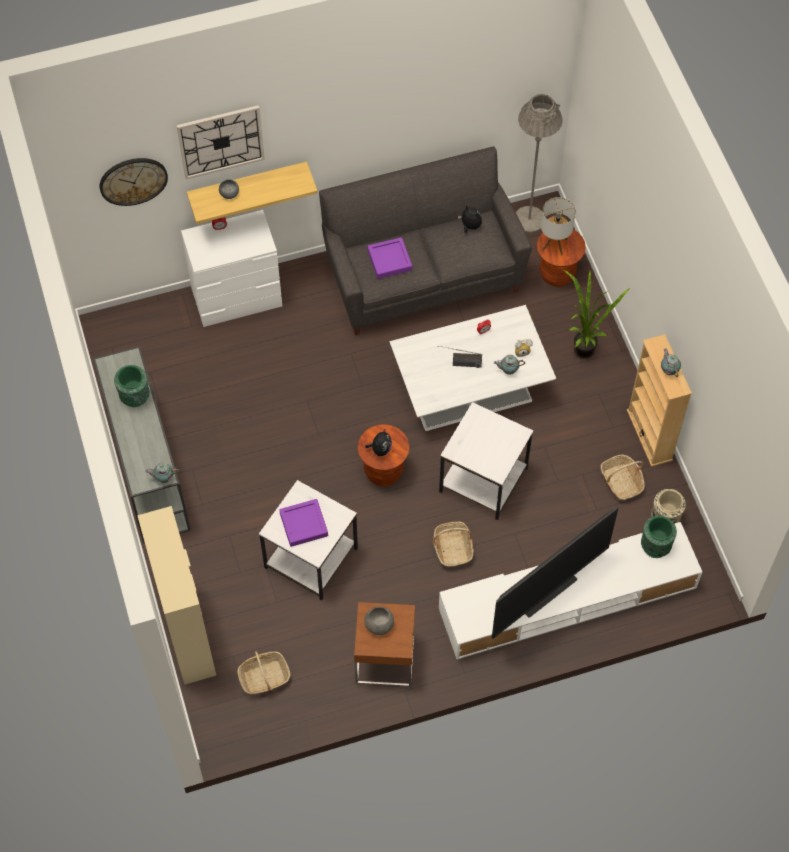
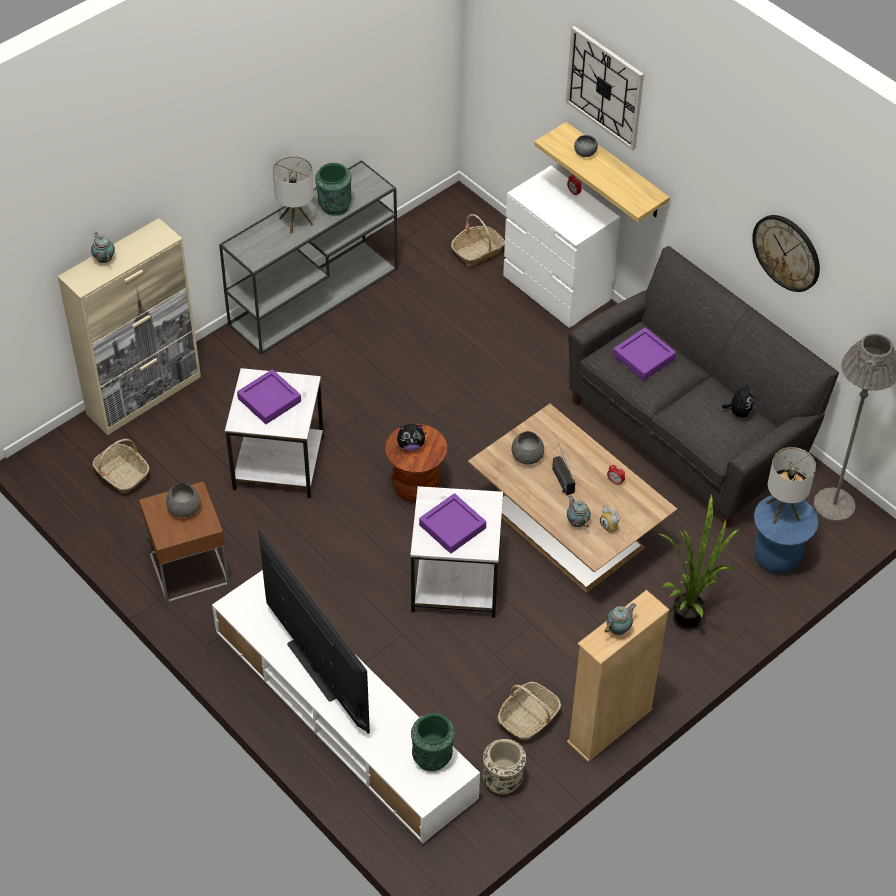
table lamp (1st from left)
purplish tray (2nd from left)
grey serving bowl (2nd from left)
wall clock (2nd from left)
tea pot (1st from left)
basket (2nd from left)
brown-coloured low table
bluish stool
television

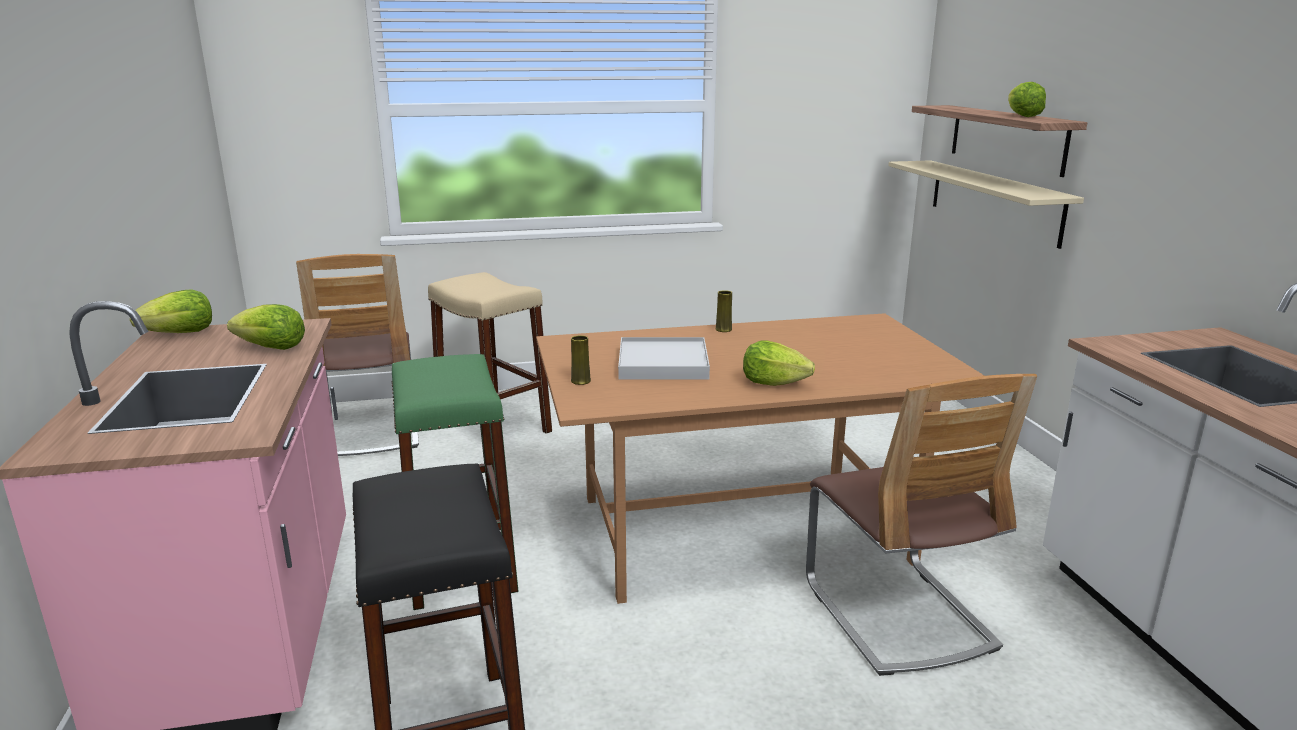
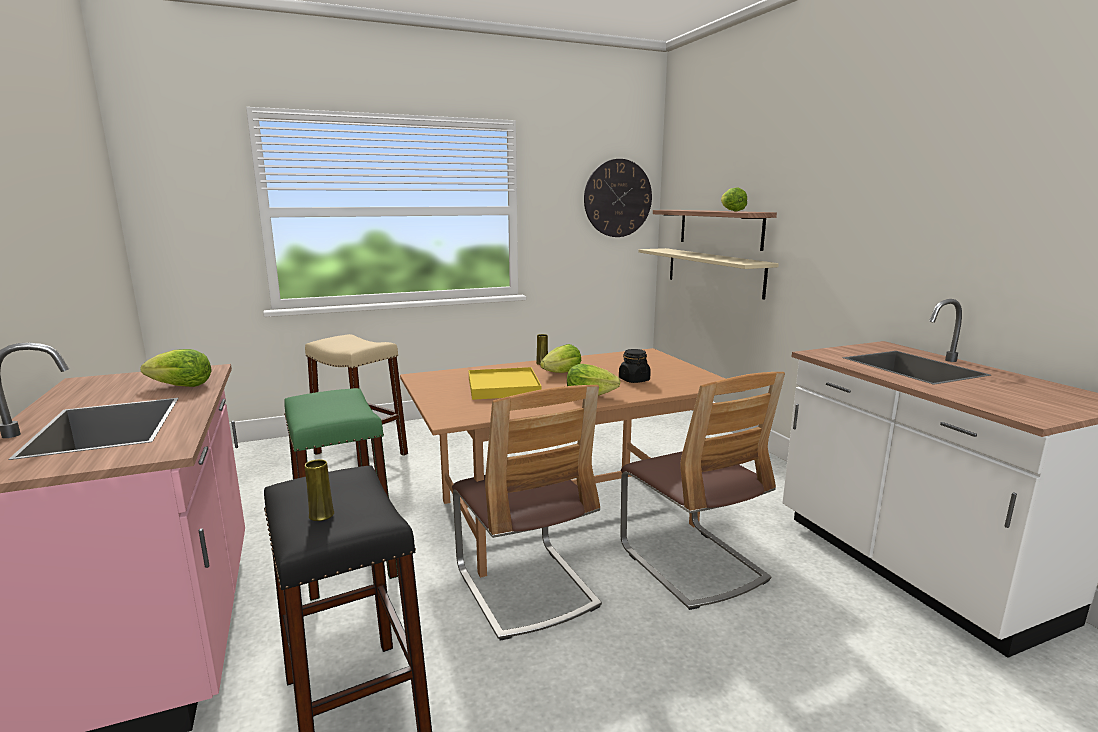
wall clock
blackish storage jar
lettuce (2nd from left)
plain chair (1st from left)
yellow decorative vase (1st from left)
yellow tray

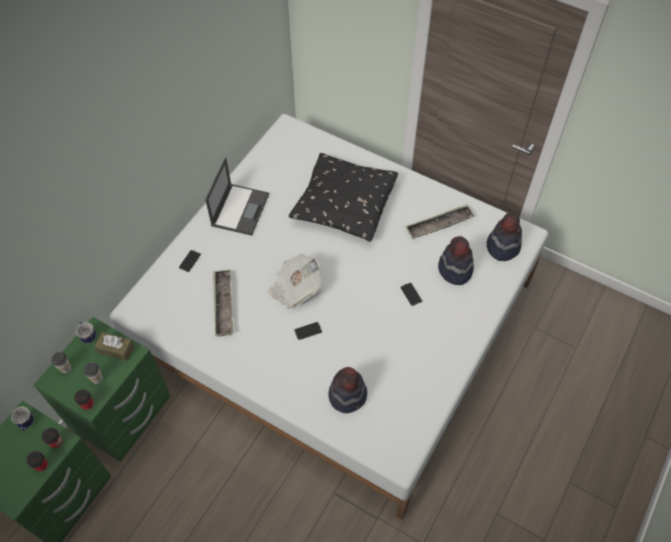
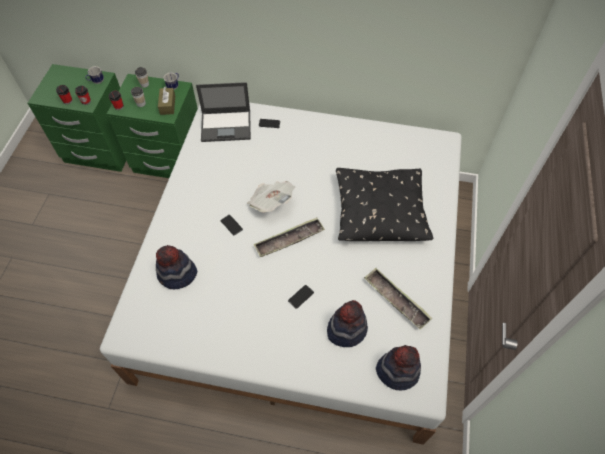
laptop
tray (1st from left)

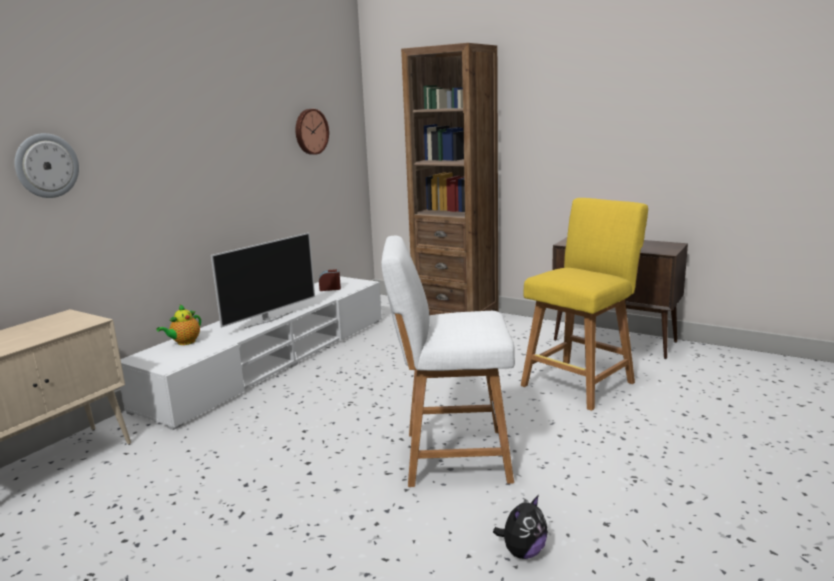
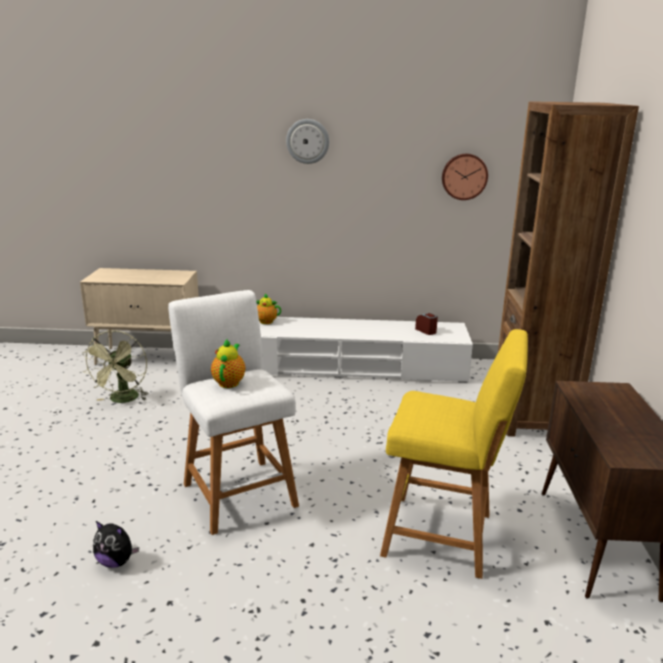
television
green fan
tea pot (1st from left)
wall clock (1st from left)

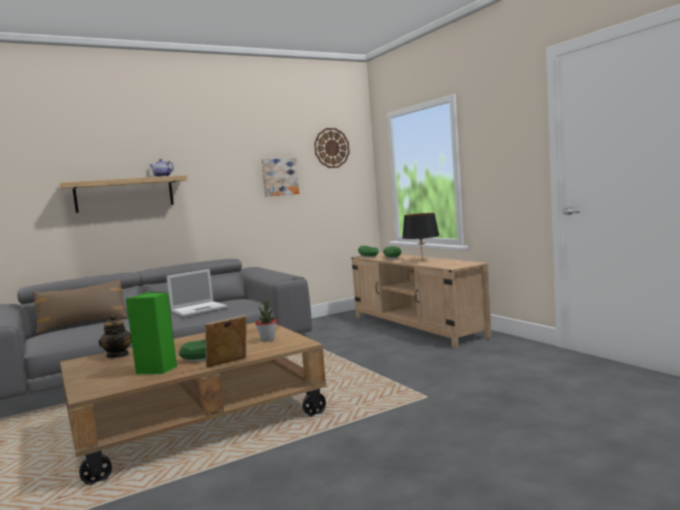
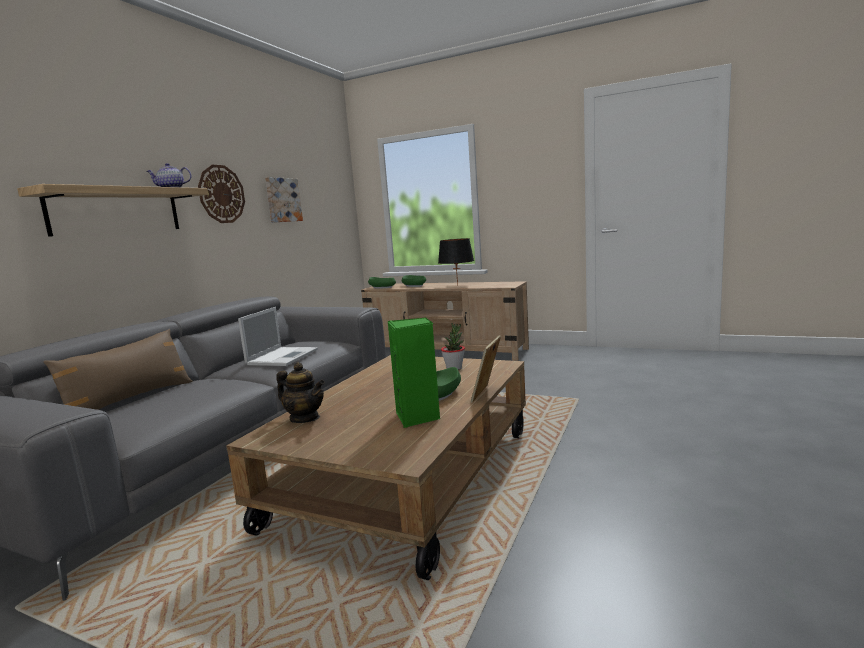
wall clock

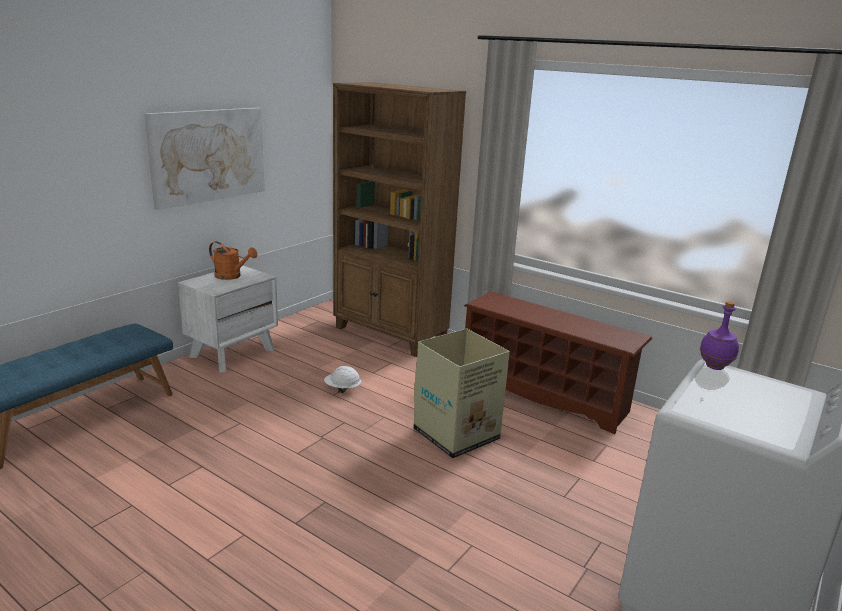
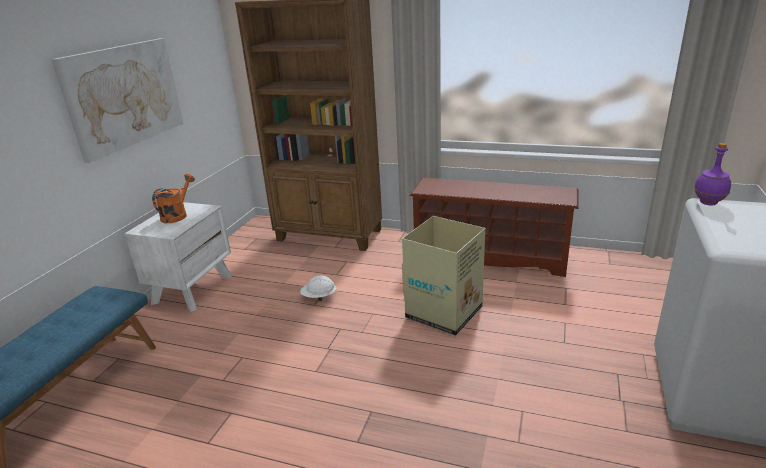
orange watering can

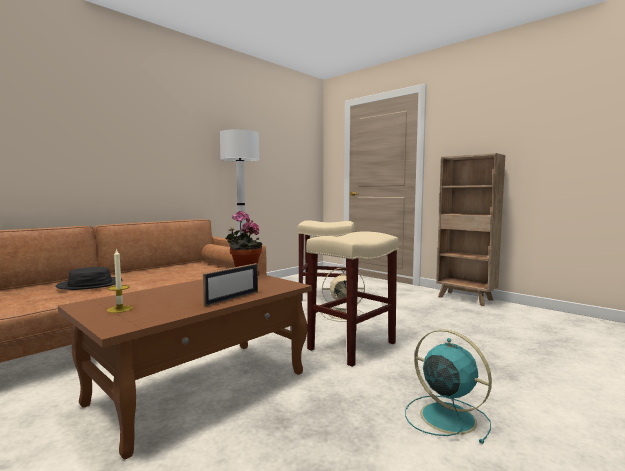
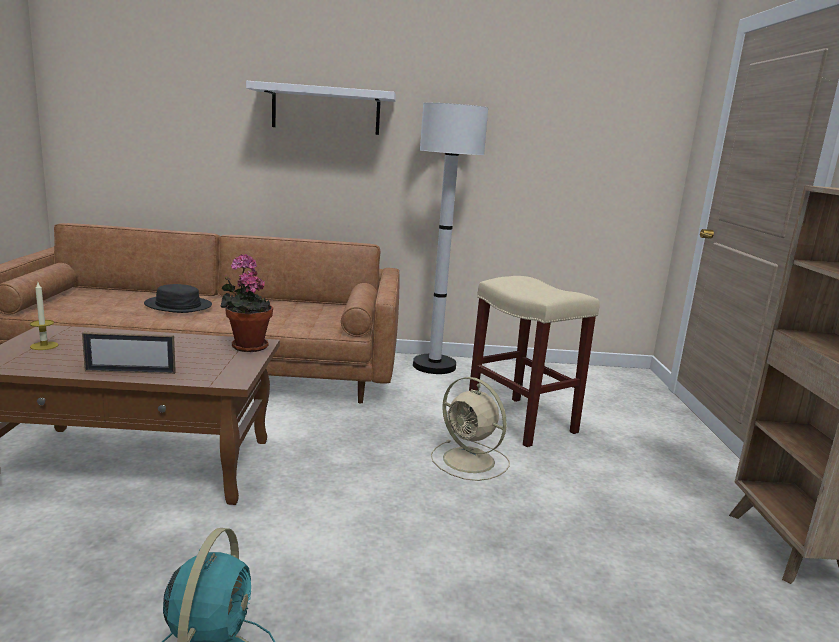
sand-coloured stool (2nd from left in the first image)
white shelf

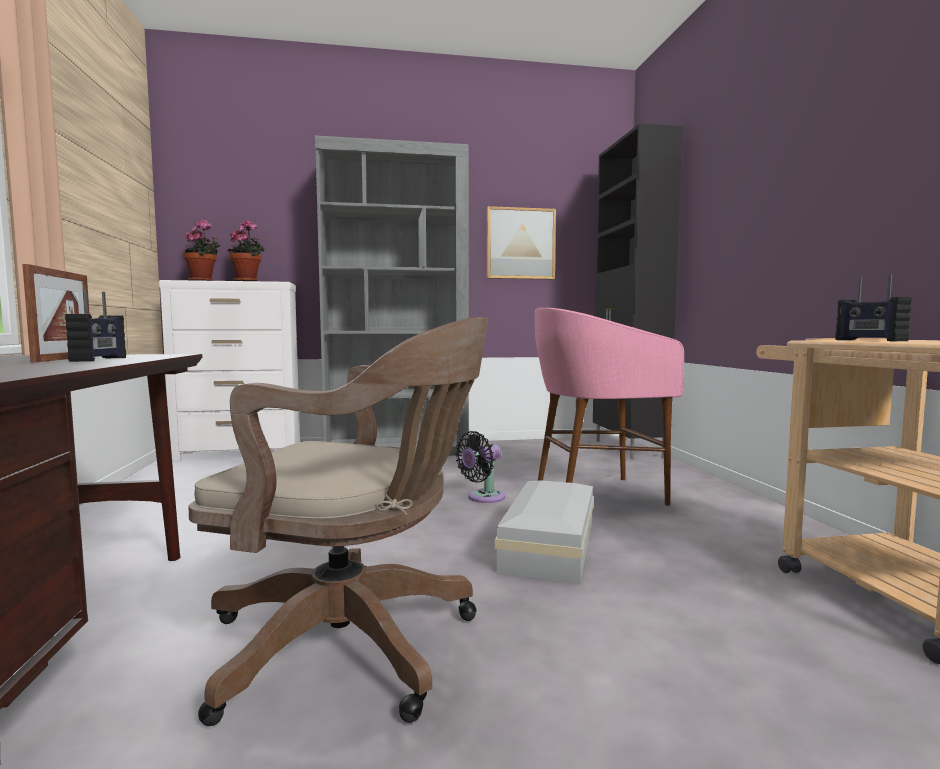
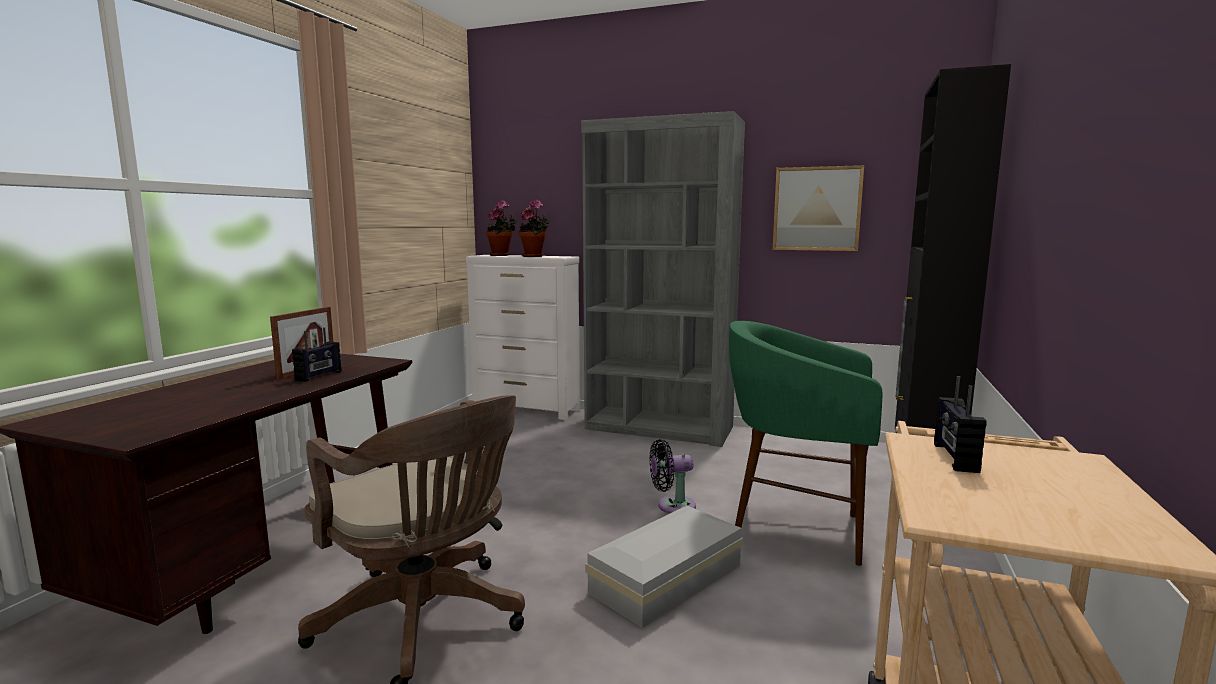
green stool

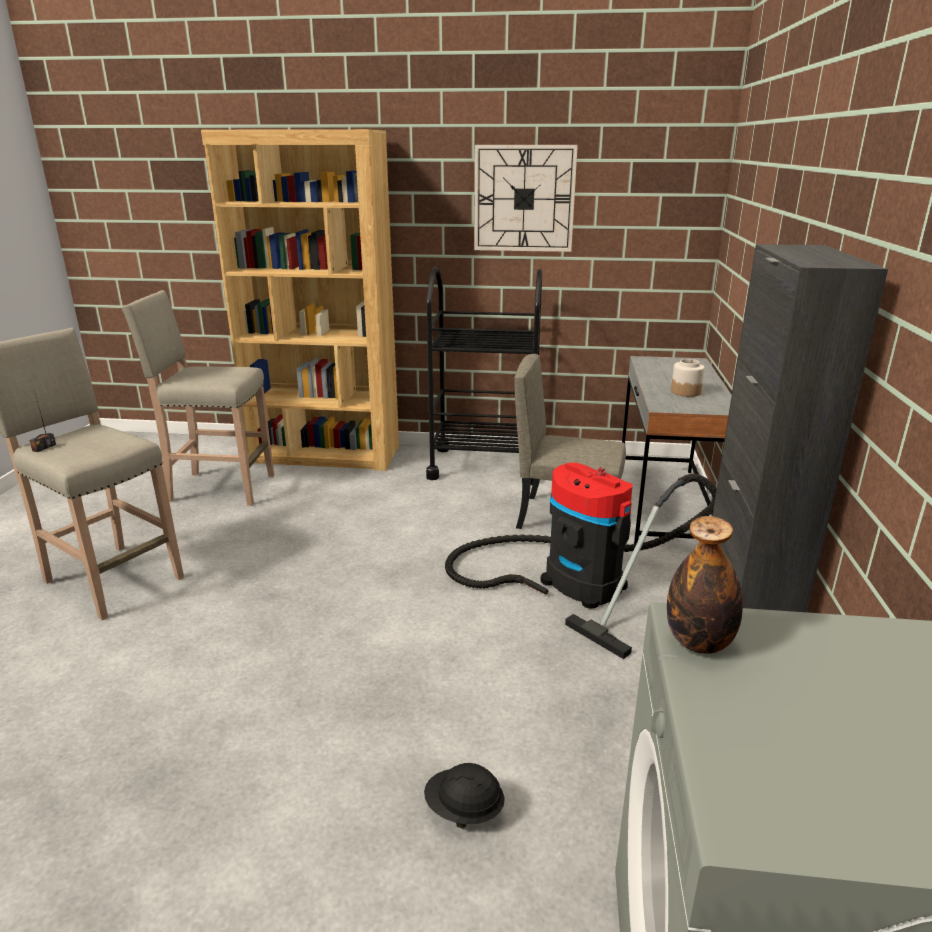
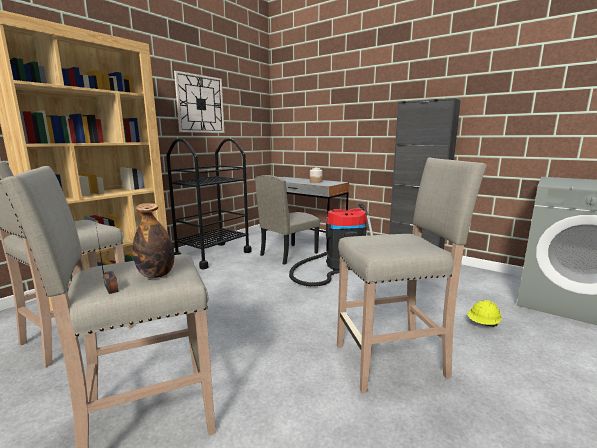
sand-coloured stool (3rd from left)
beverage bottle
yellow work helmet

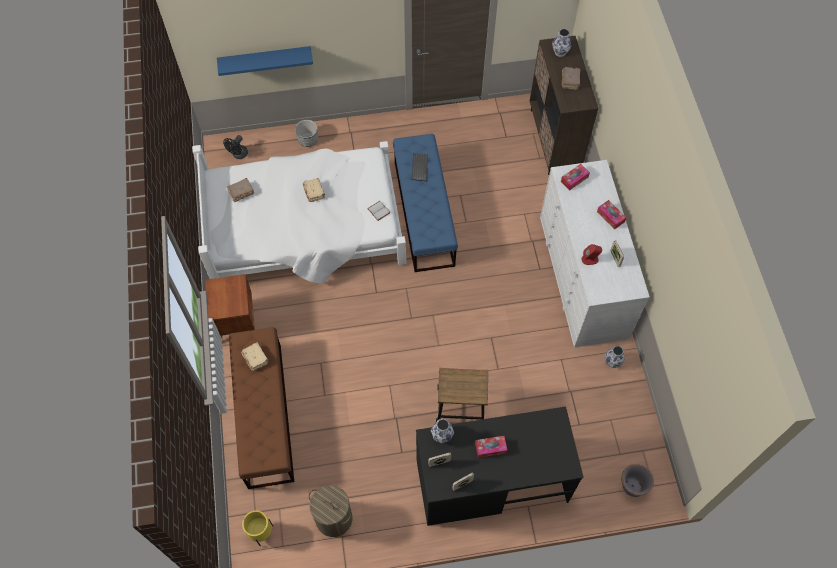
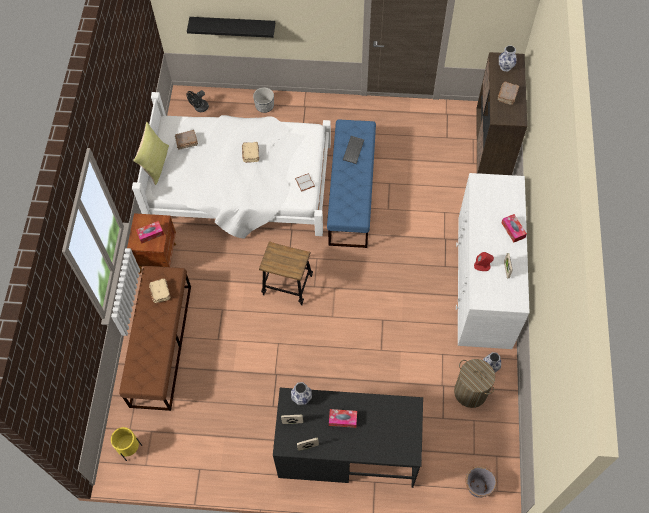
yellow throw pillow
hamper
stool
tissue holder (1st from left)
blackish shelf

